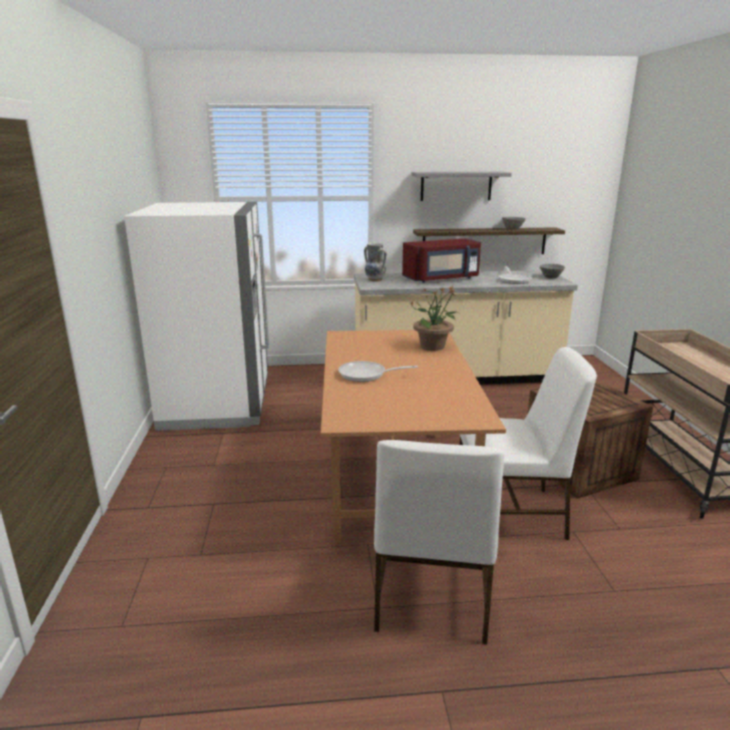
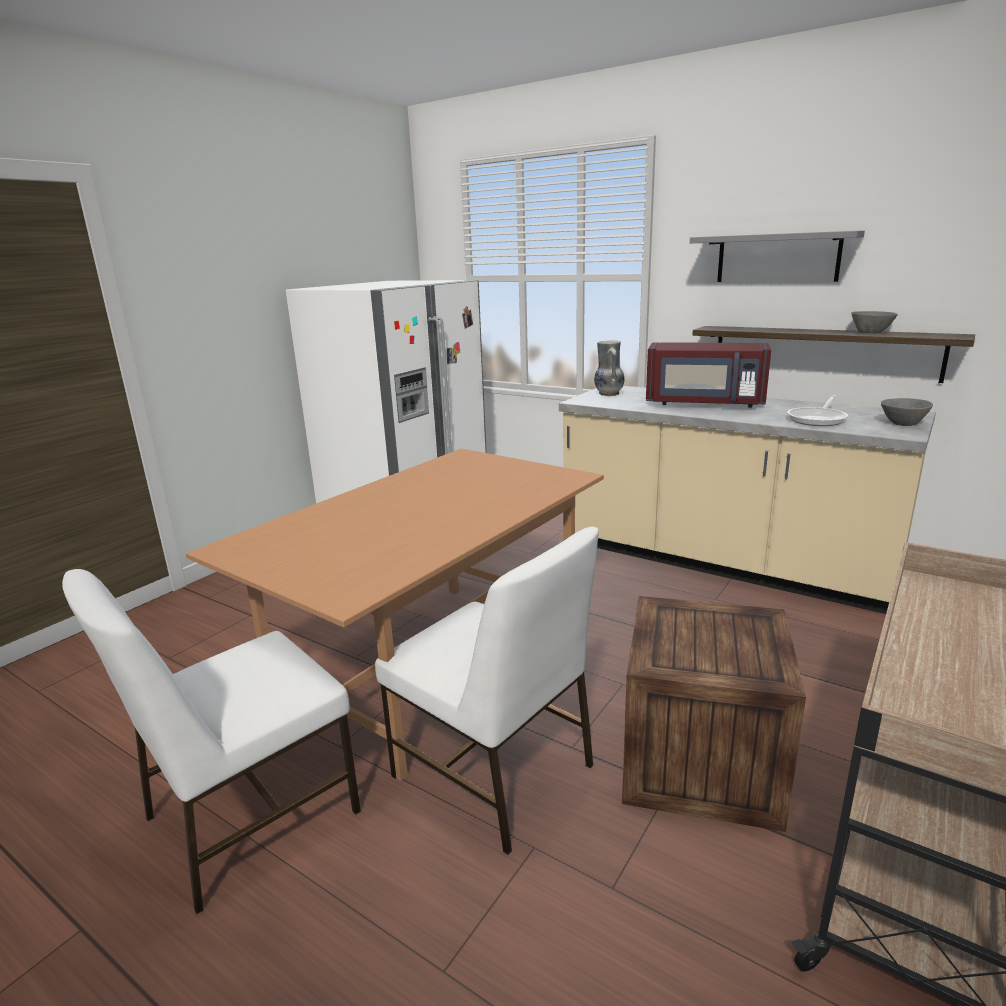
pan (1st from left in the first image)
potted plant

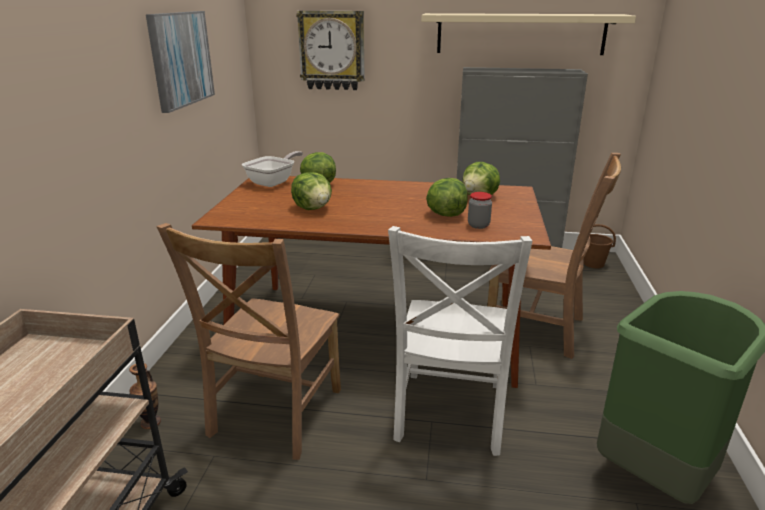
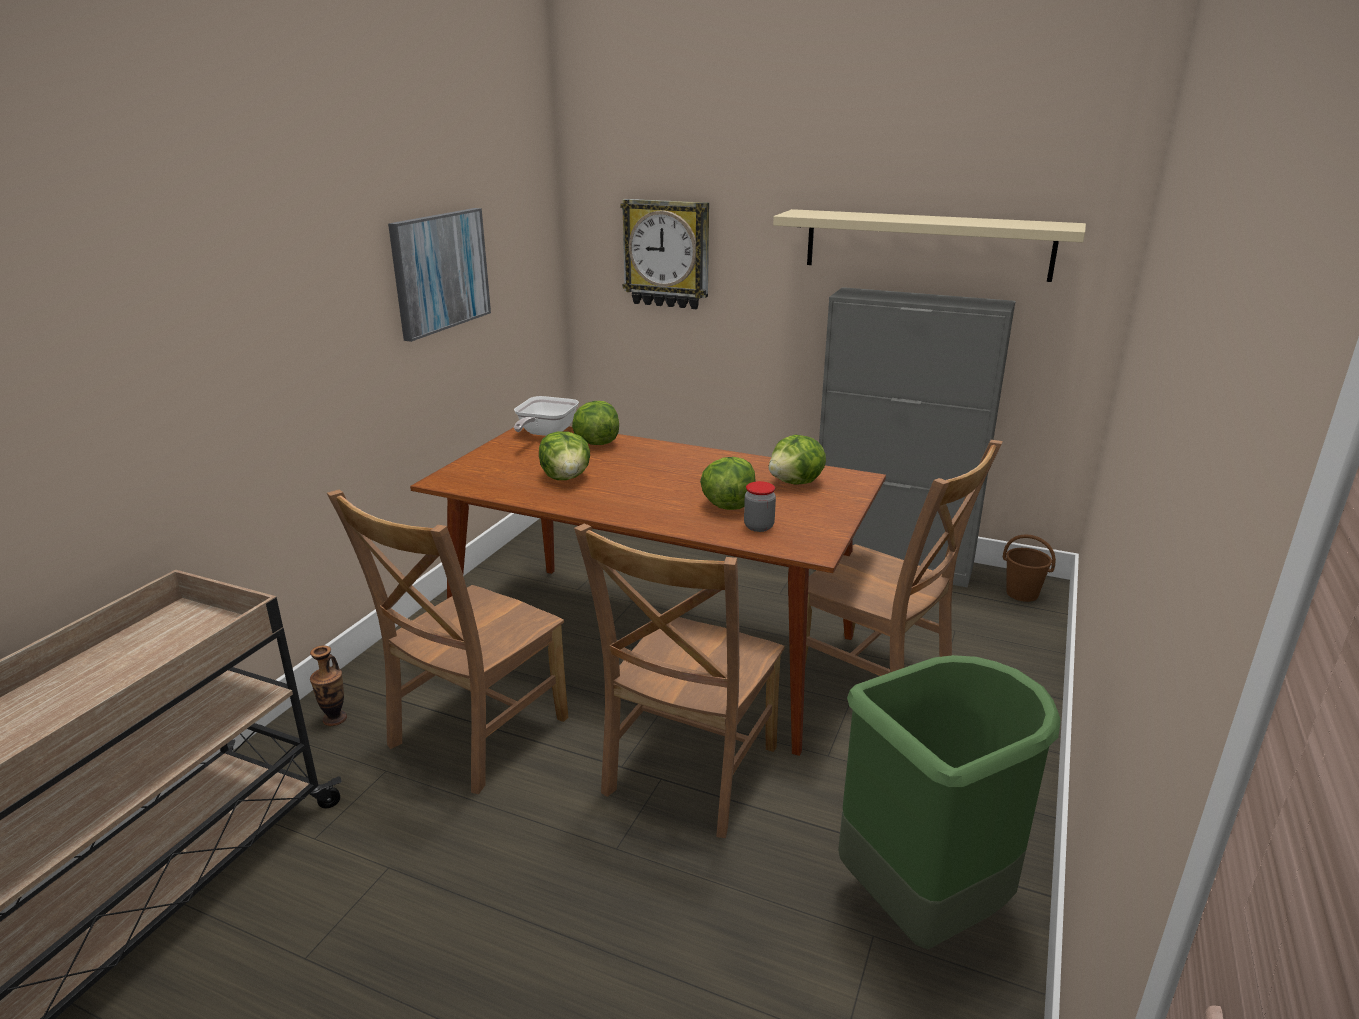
brown-coloured plain chair (2nd from left)
pan

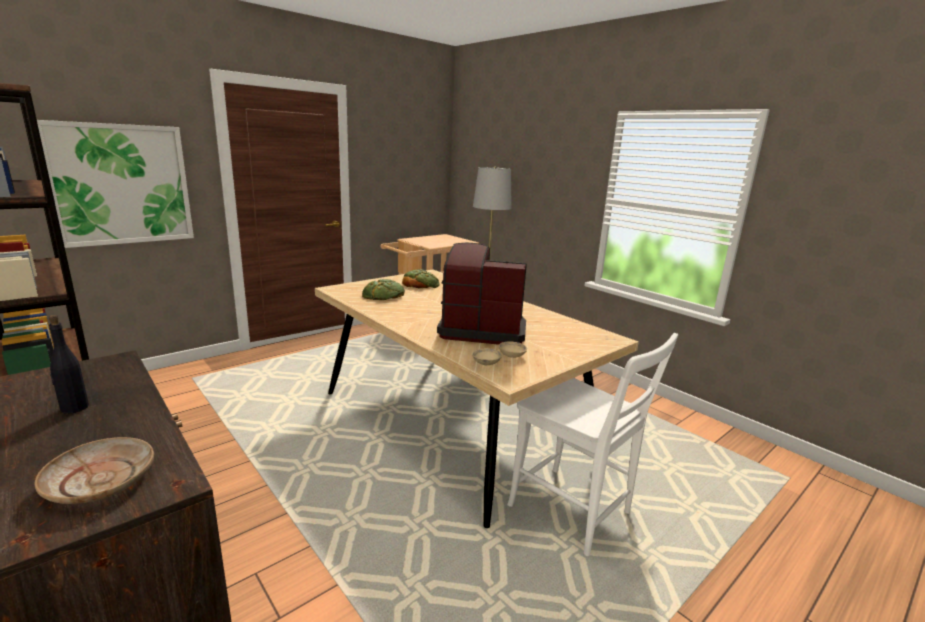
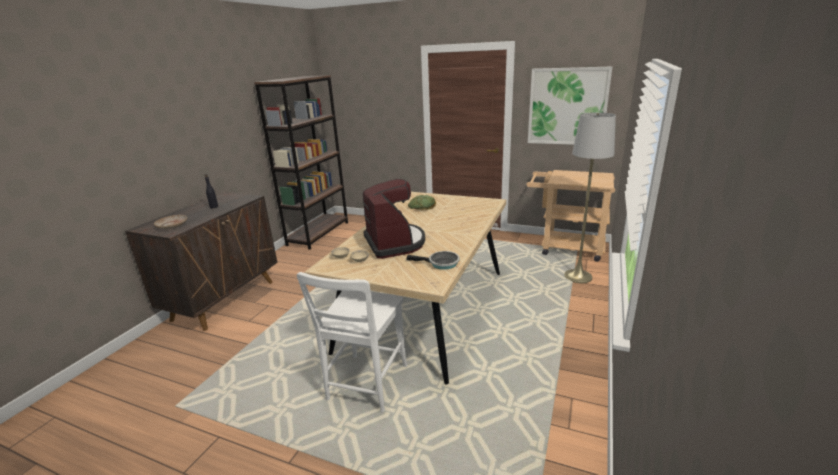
bakery bread (2nd from left in the first image)
pan
picture

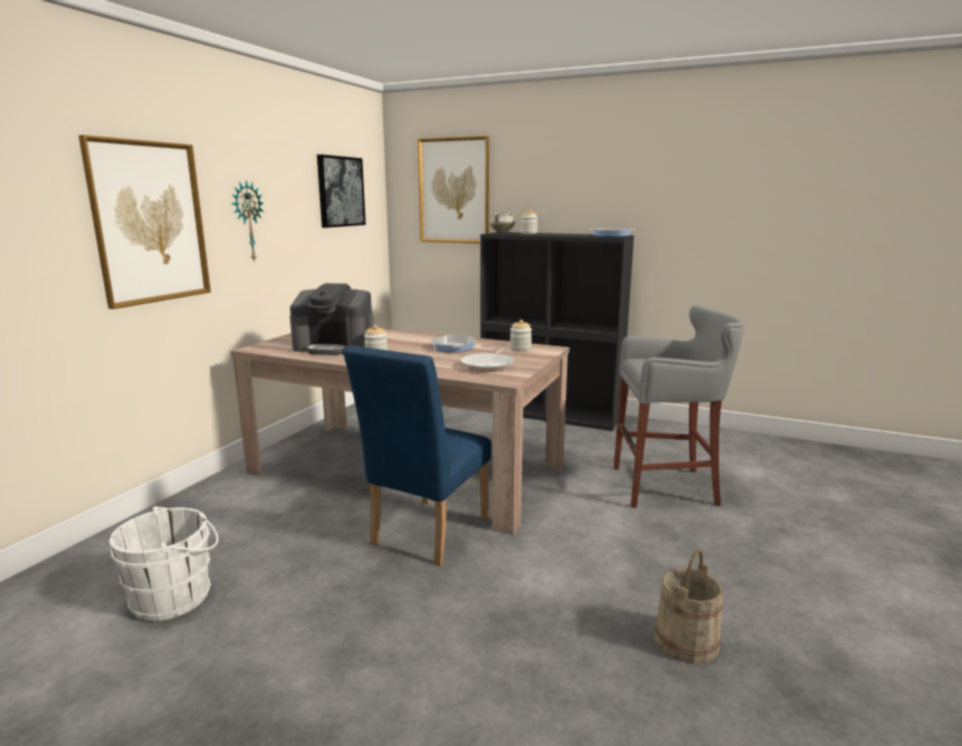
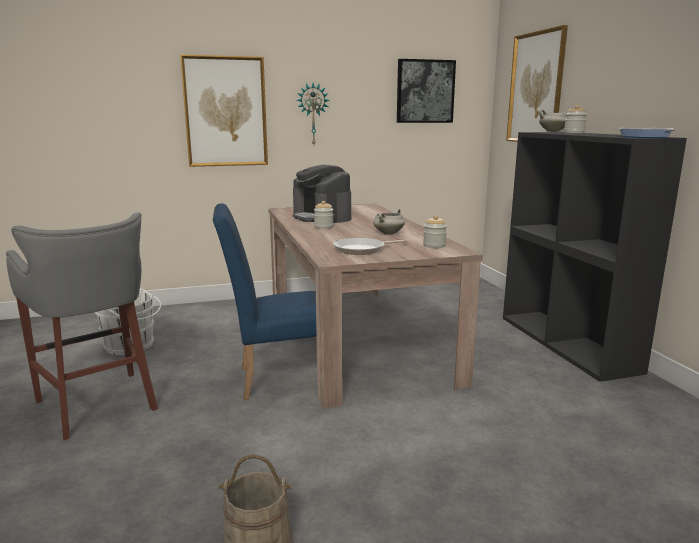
grey stool
white stockpot (1st from left)

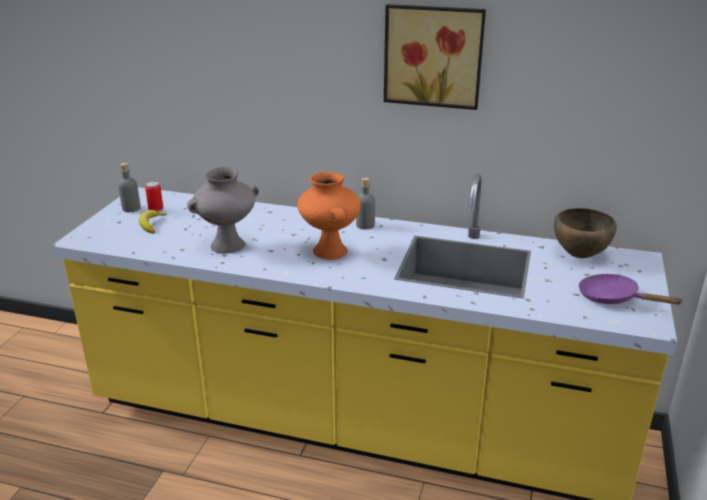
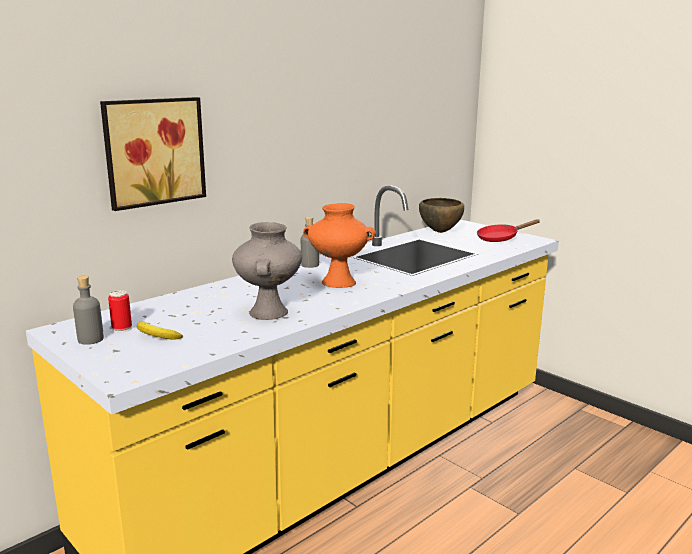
picture
reddish pan

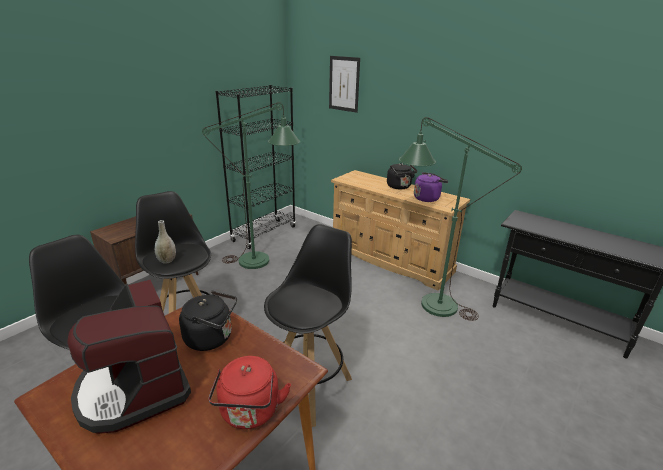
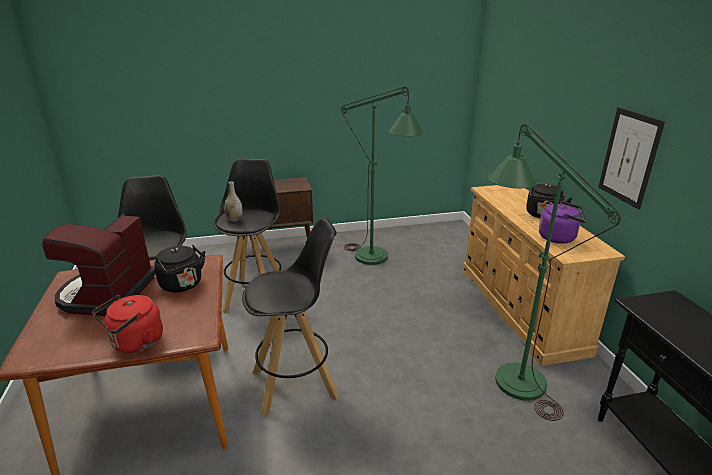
blackish bookcase
picture

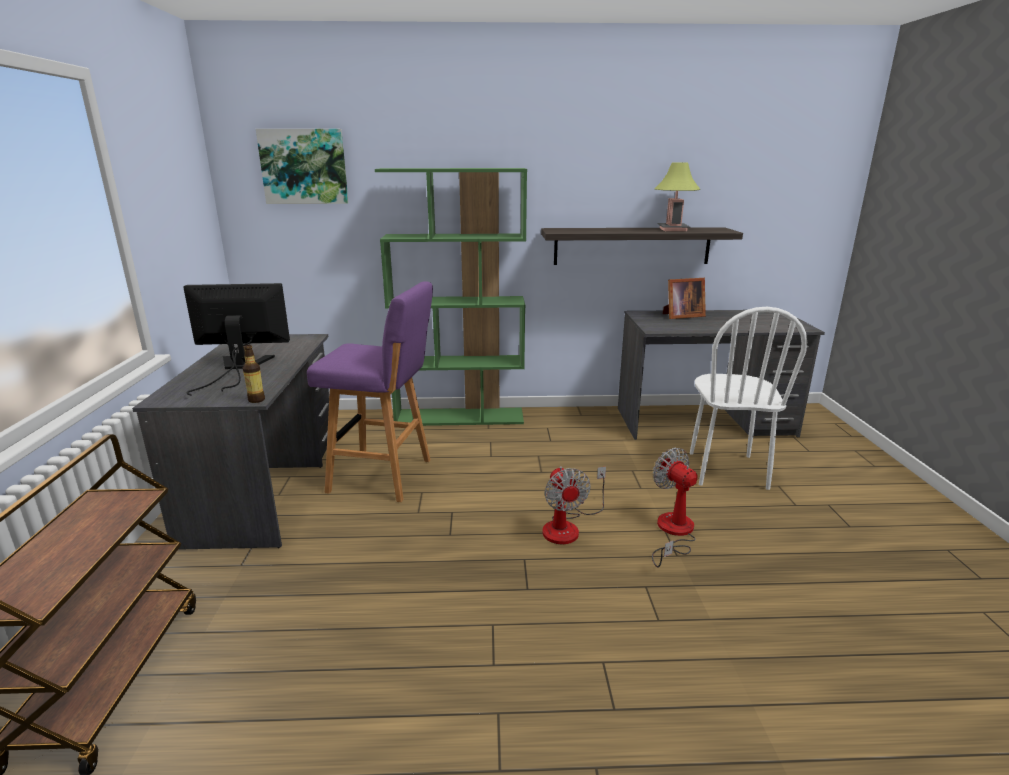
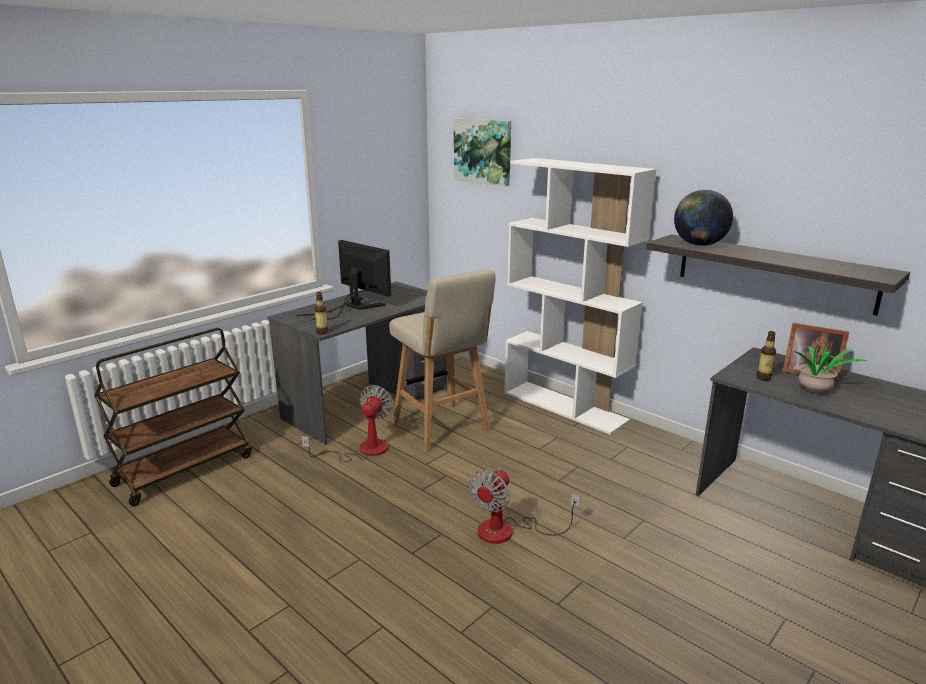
table lamp
white plain chair
desk globe
beverage bottle (2nd from left)
potted plant
fan (1st from left)
sand-coloured stool
white bookcase

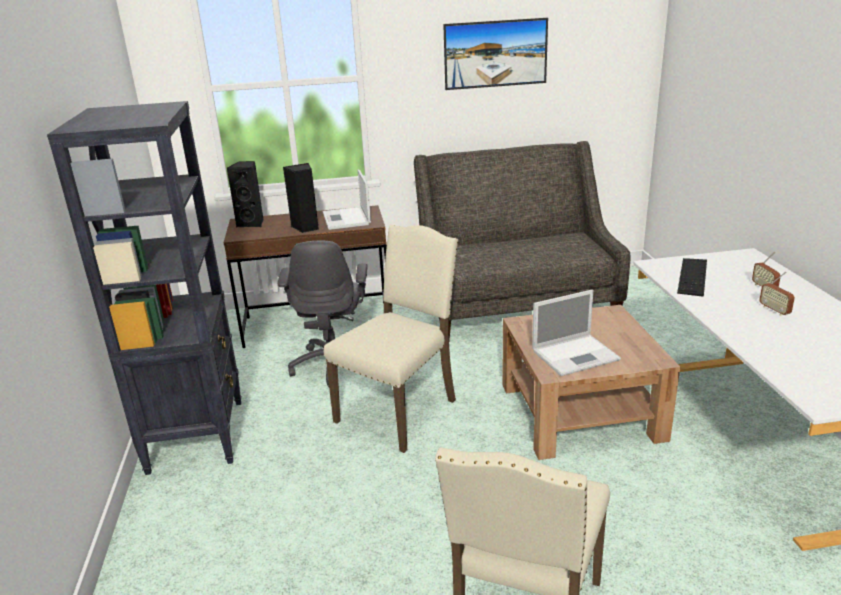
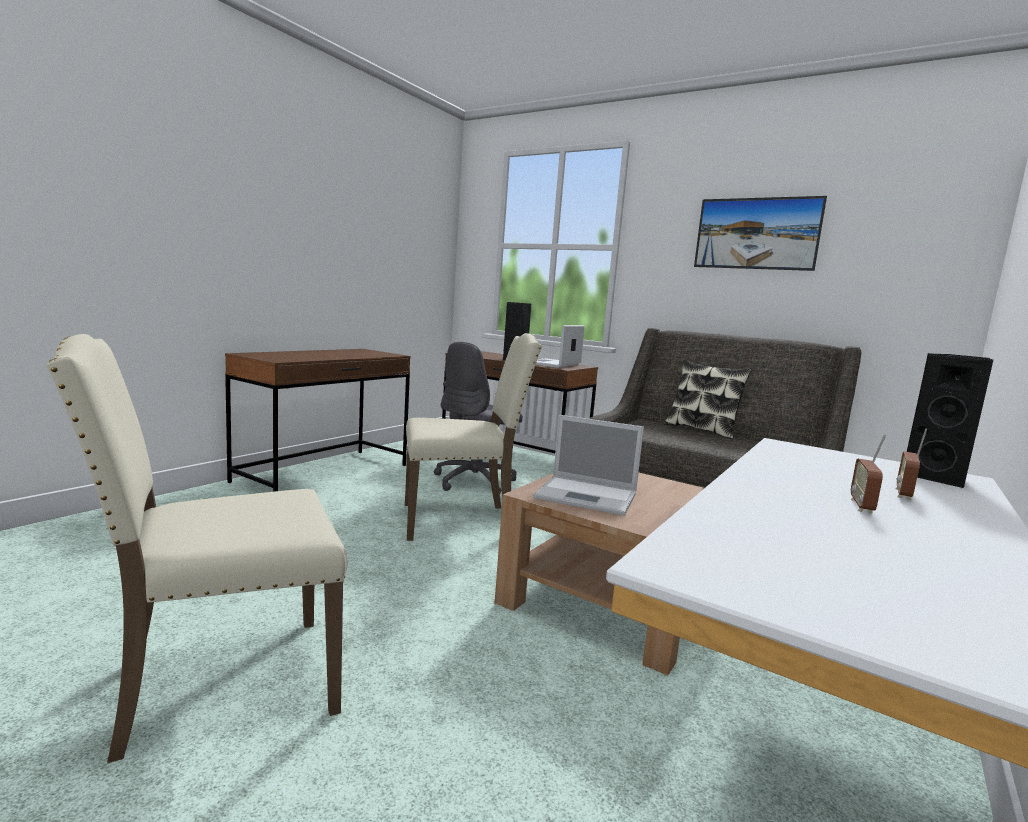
keyboard
throw pillow
blackish speaker (2nd from left)
brown-coloured desk table (1st from left)

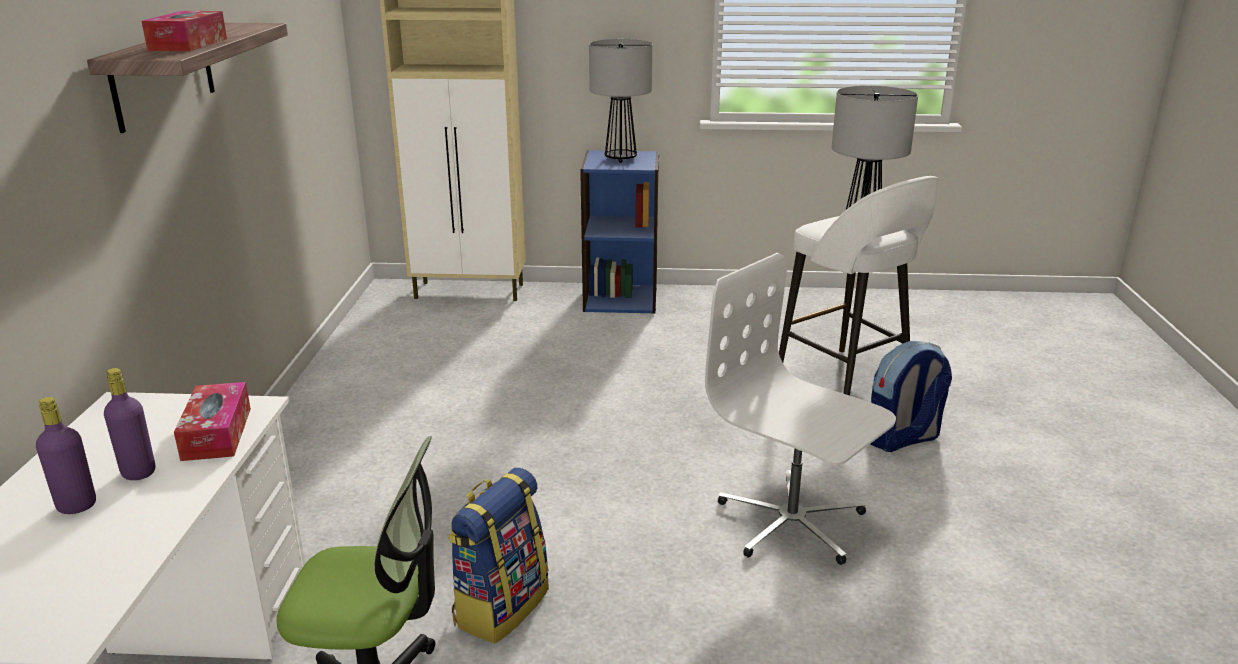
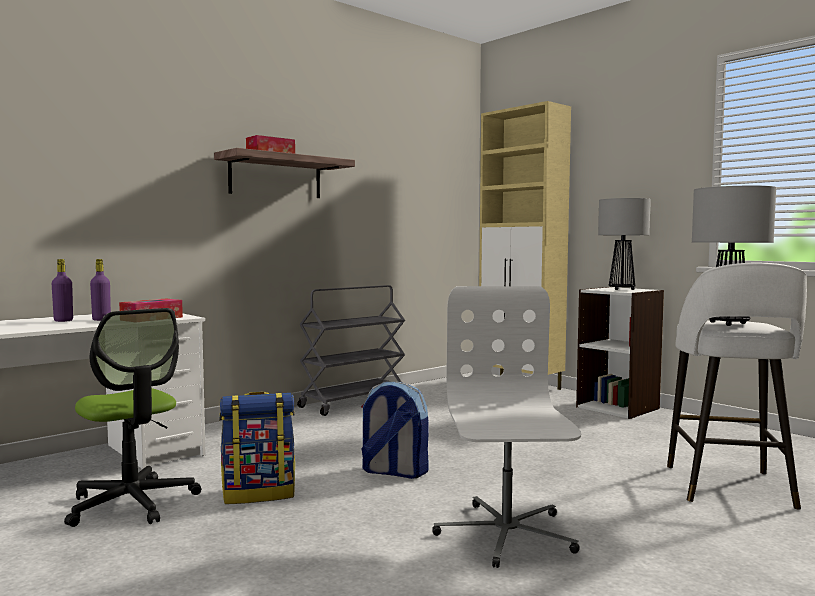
grey wheeled cart
knapsack (2nd from left)
white bookcase

